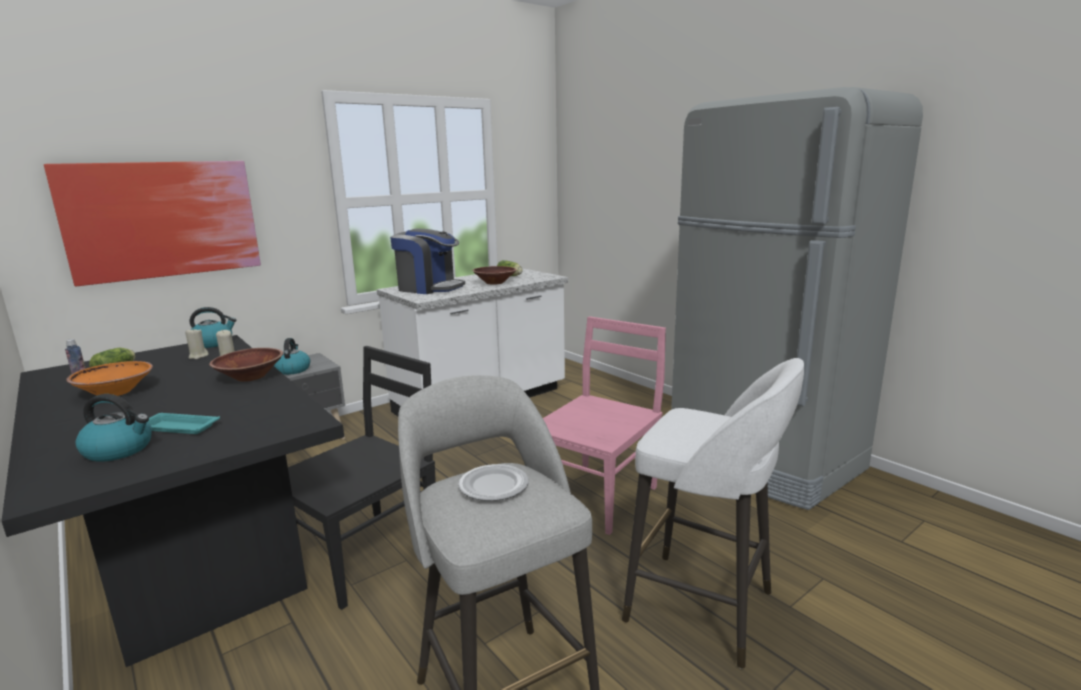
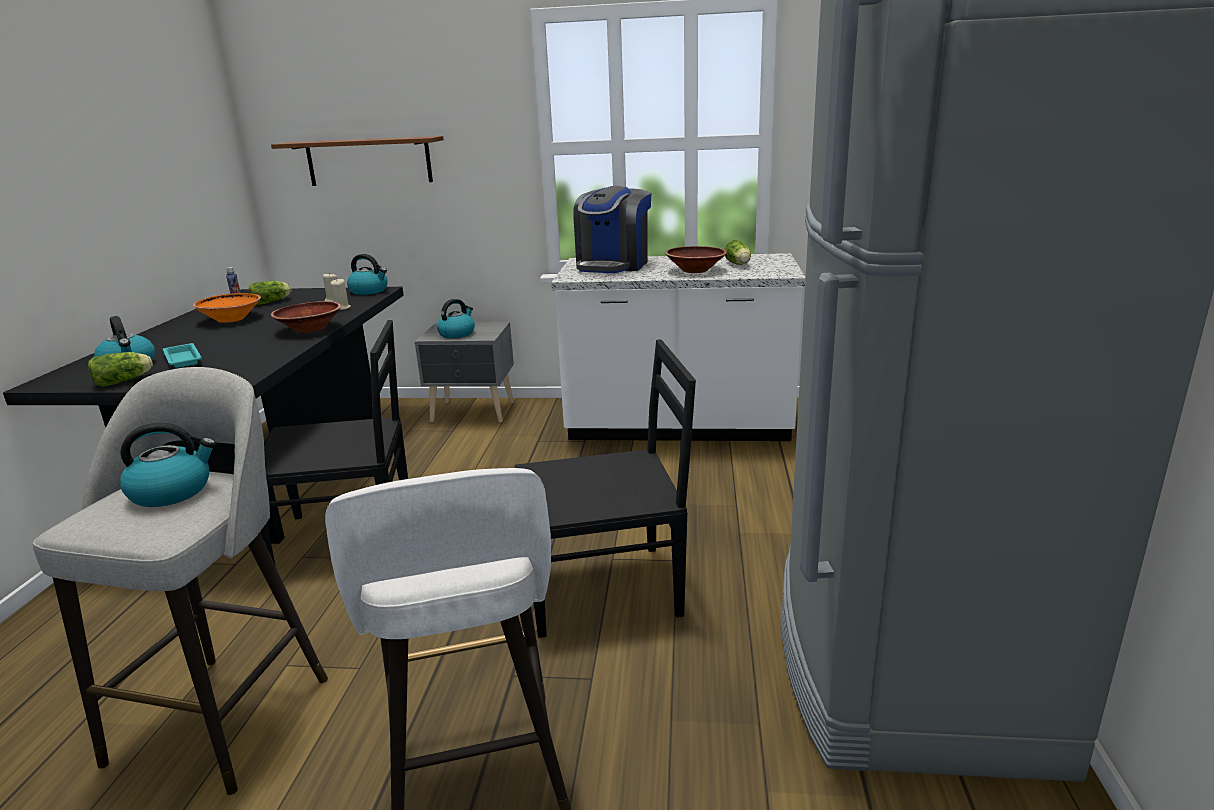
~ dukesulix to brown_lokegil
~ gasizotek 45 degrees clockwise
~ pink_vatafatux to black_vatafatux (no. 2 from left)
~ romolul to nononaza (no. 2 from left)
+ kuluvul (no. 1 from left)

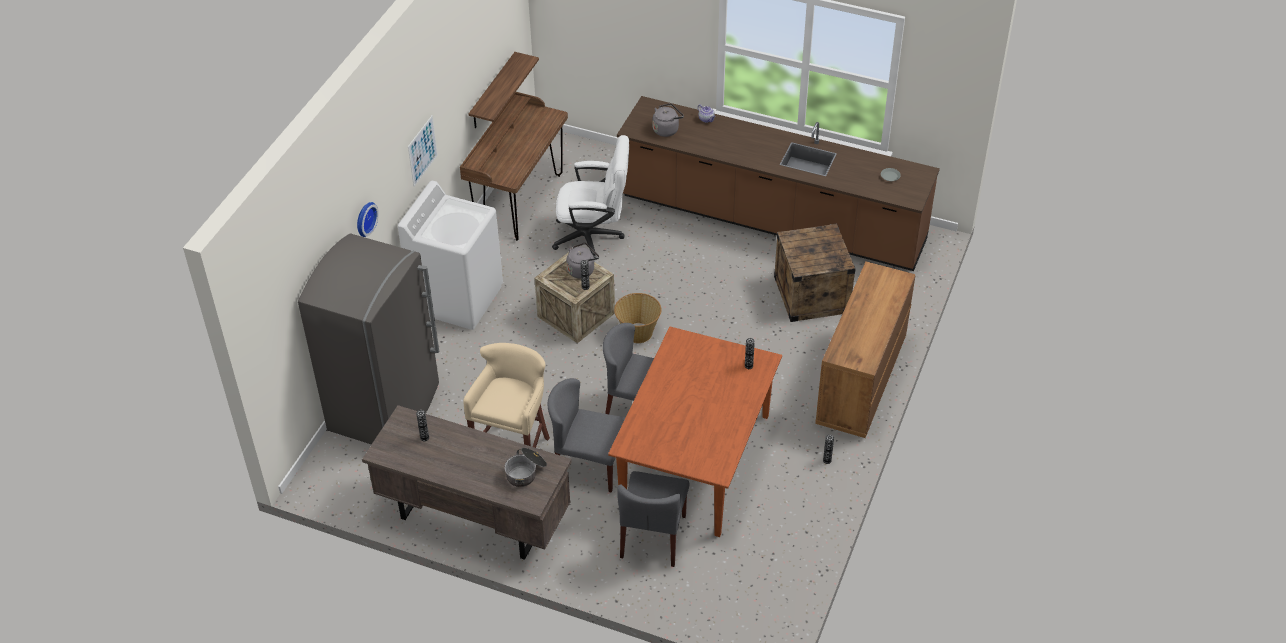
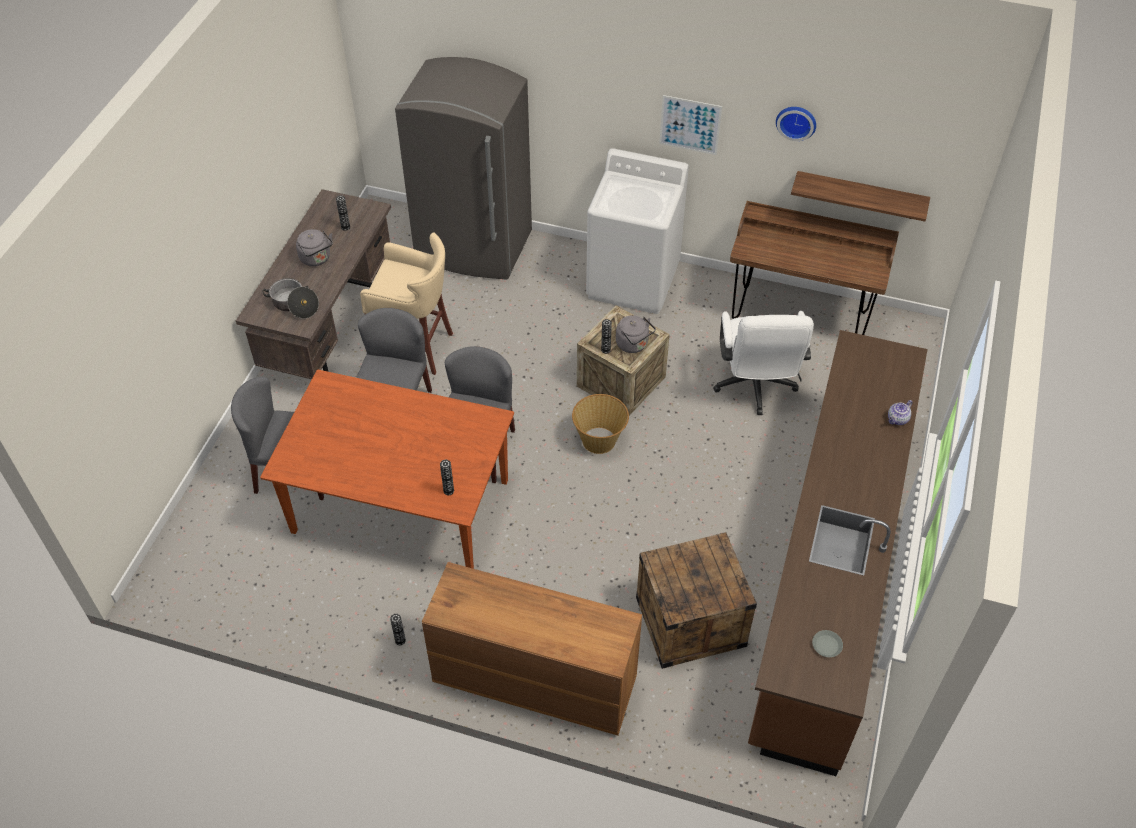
~ grey_nononaza (no. 2 from left in the first image) to grey_nononaza (no. 1 from left)
~ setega

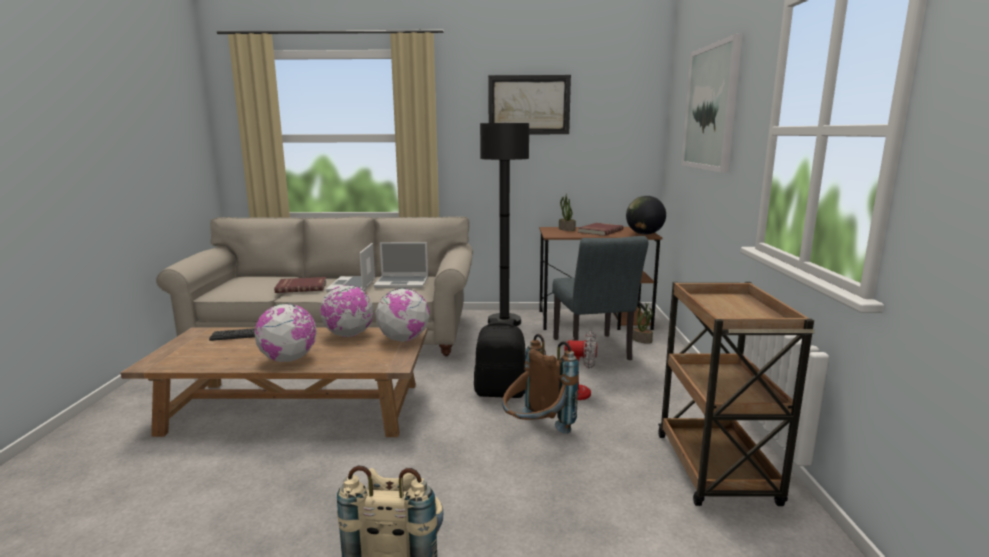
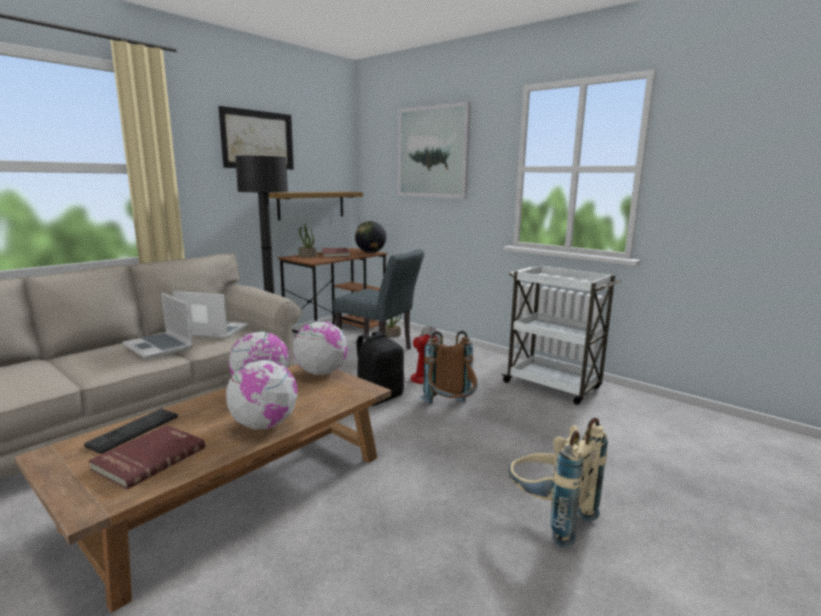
~ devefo (no. 2 from left) 120 degrees counterclockwise
~ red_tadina (no. 1 from left)
~ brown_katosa to white_katosa
+ lokegil

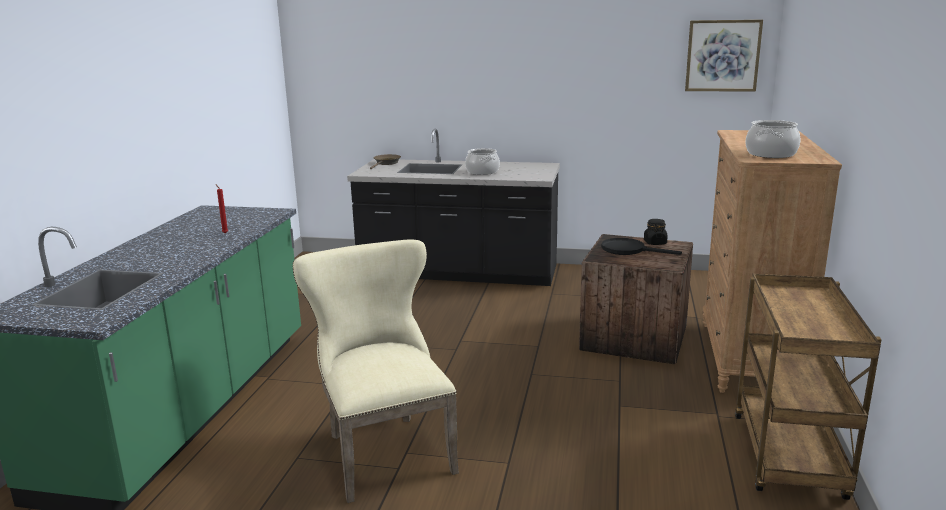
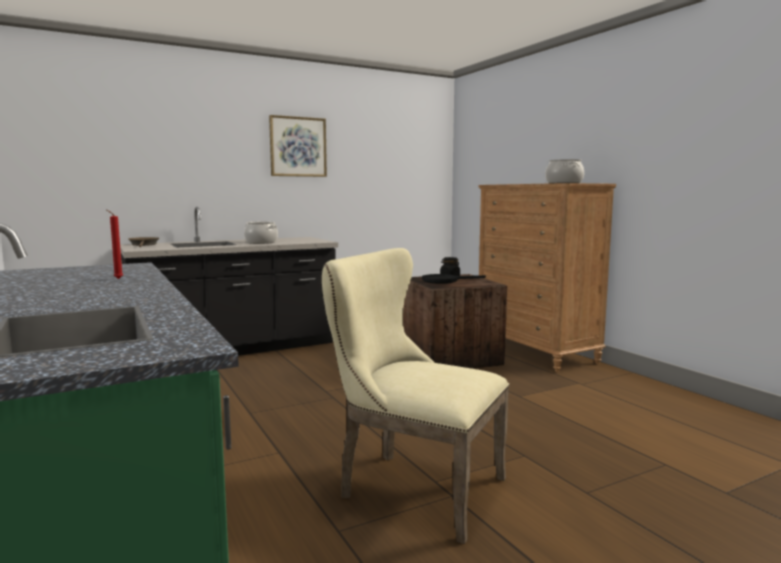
~ dukesulix
- brown_katosa

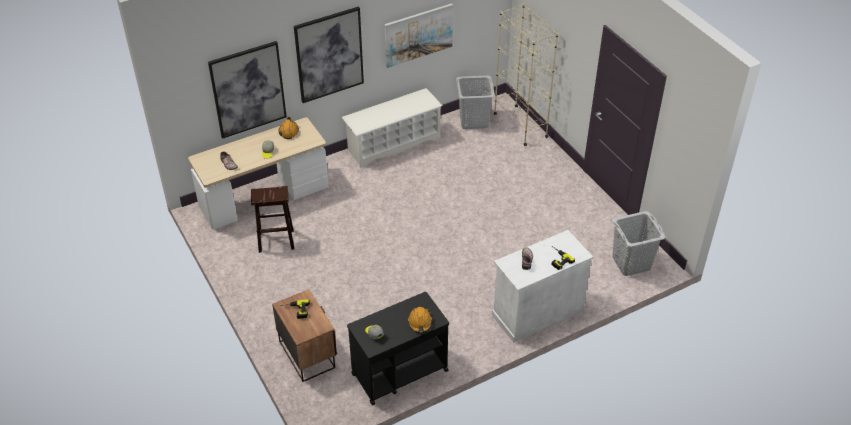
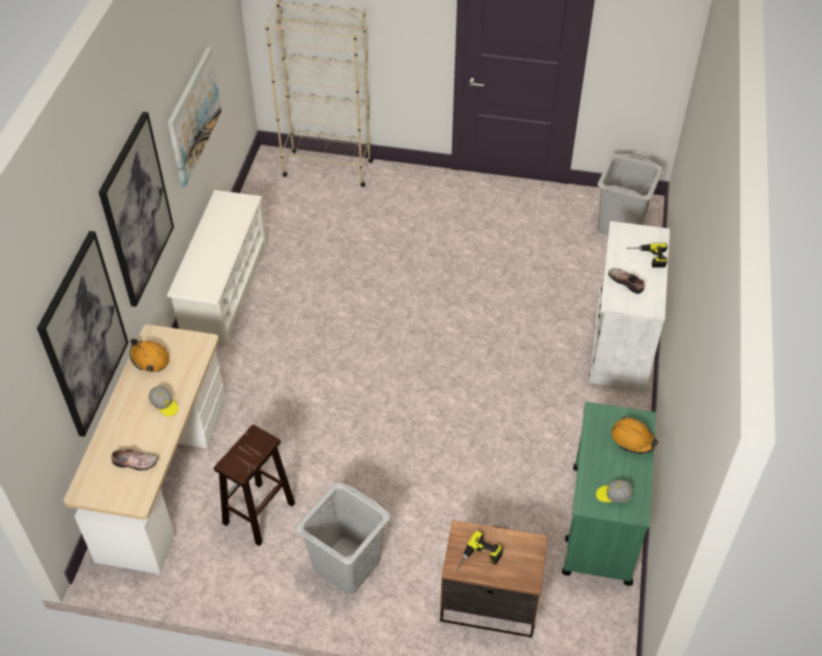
~ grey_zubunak (no. 1 from left)
~ black_katosa to green_katosa

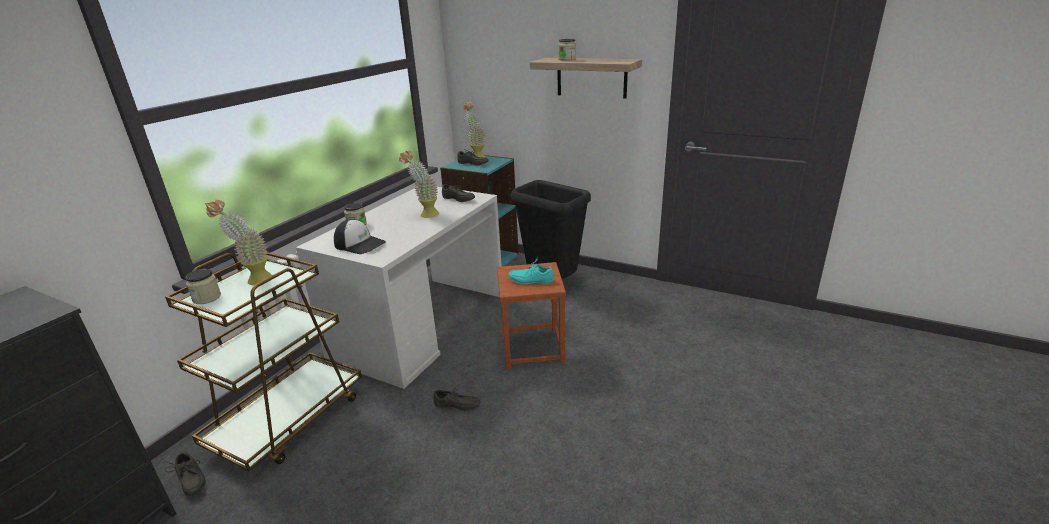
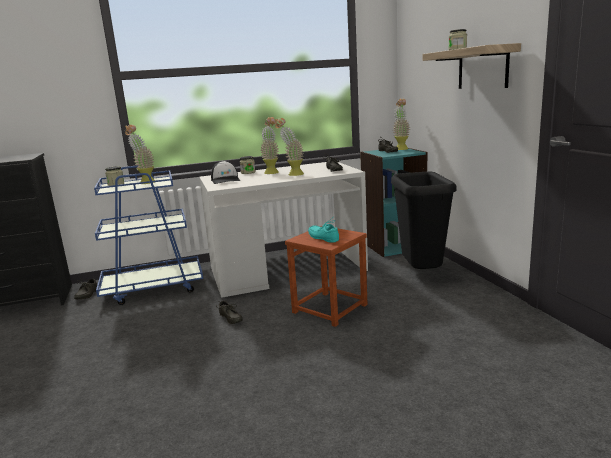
~ brown_katosa to blue_katosa
+ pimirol (no. 2 from left)

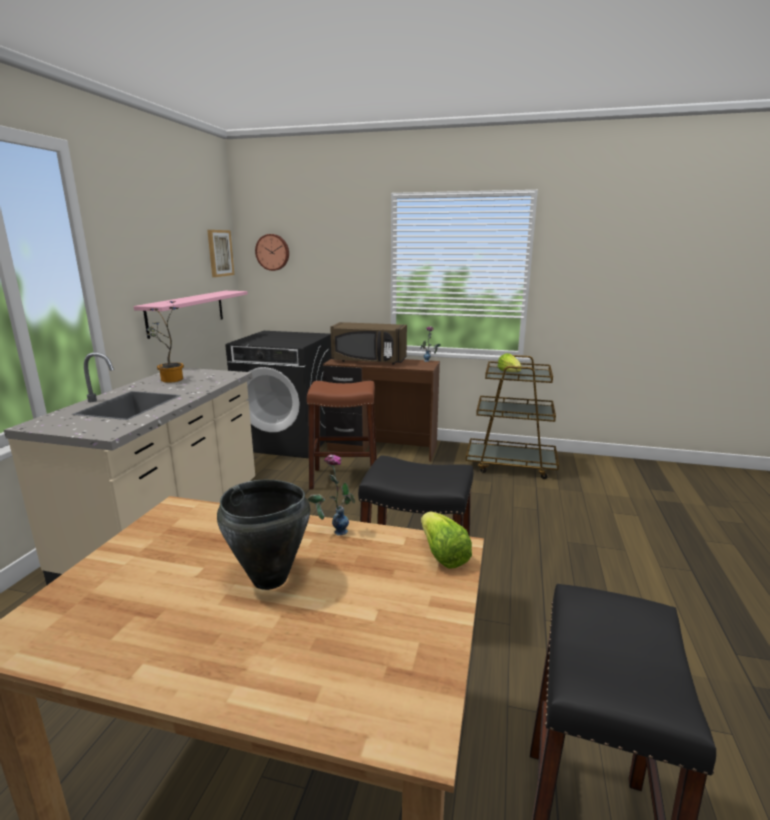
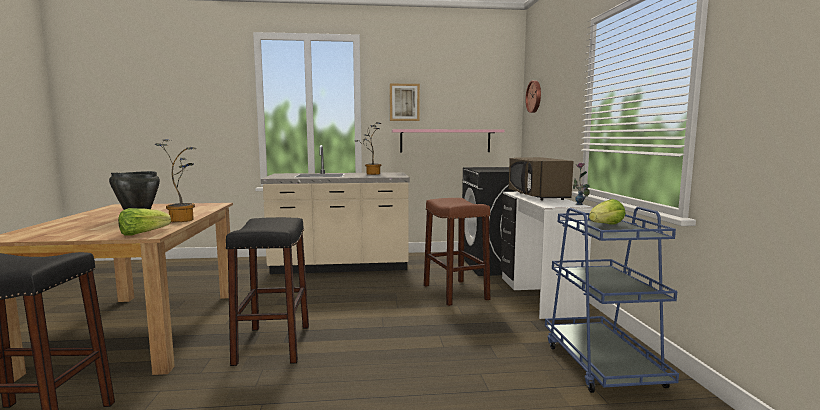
~ dukesulix
~ brown_katosa to blue_katosa
~ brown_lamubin to white_lamubin
~ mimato (no. 1 from left) to pimirol (no. 1 from left)

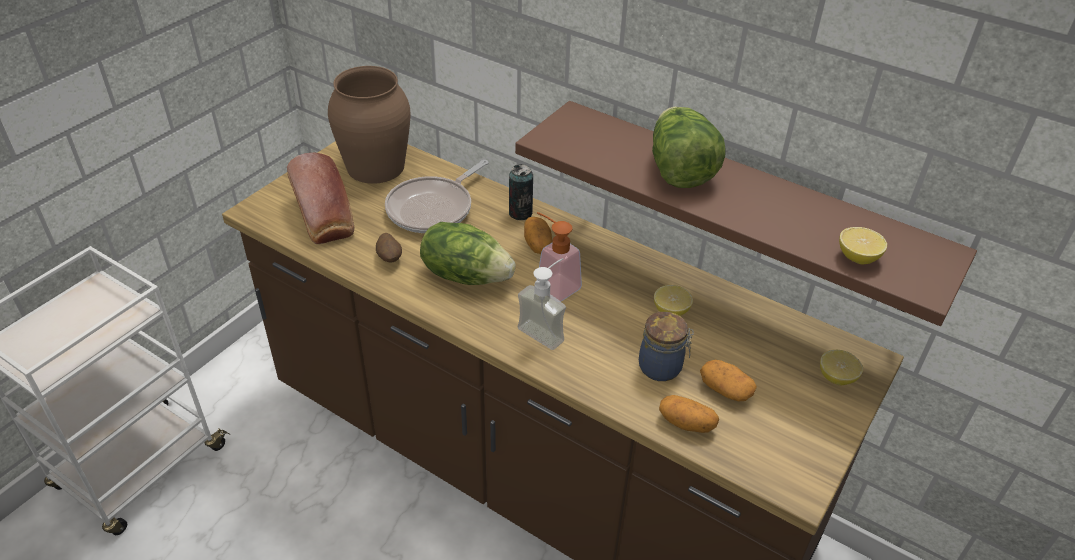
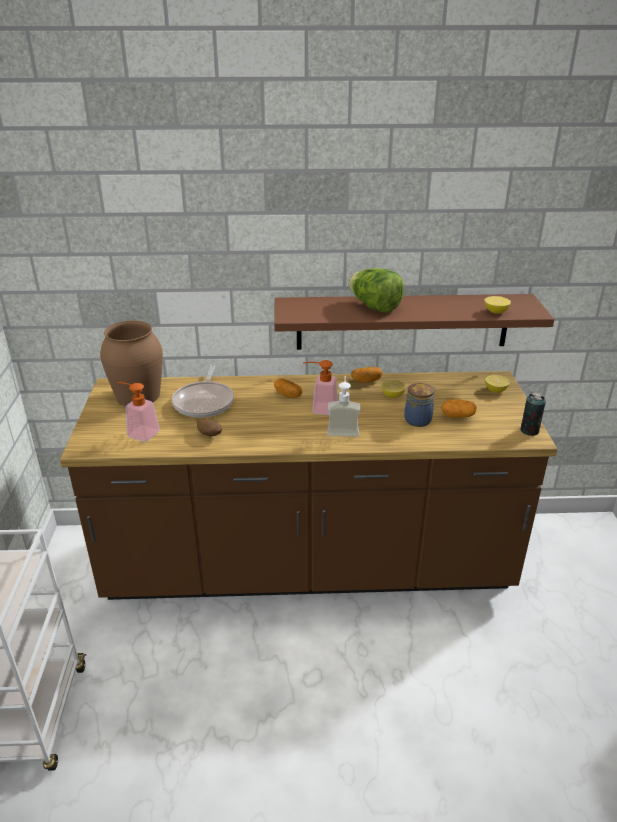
~ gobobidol to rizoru (no. 1 from left)
~ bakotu
- kuluvul (no. 1 from left)
~ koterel (no. 3 from left)

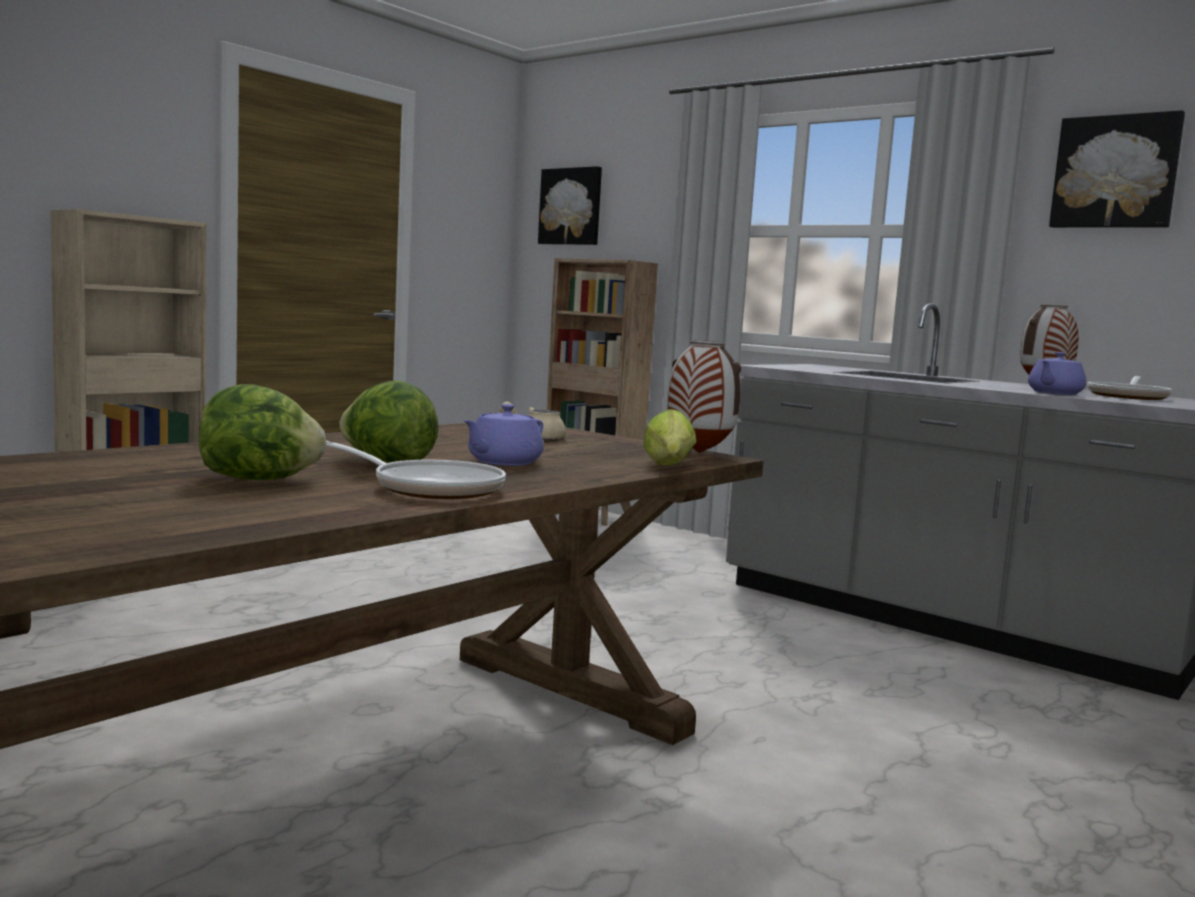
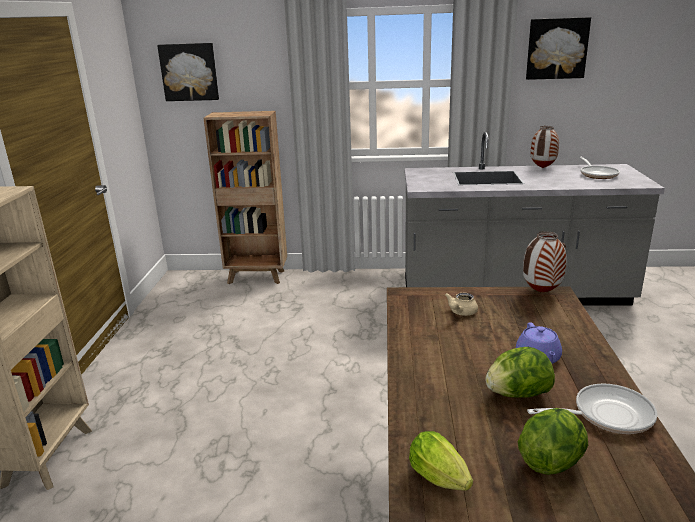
- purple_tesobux (no. 2 from left)
~ kuluvul (no. 3 from left in the first image) to kuluvul (no. 1 from left)

